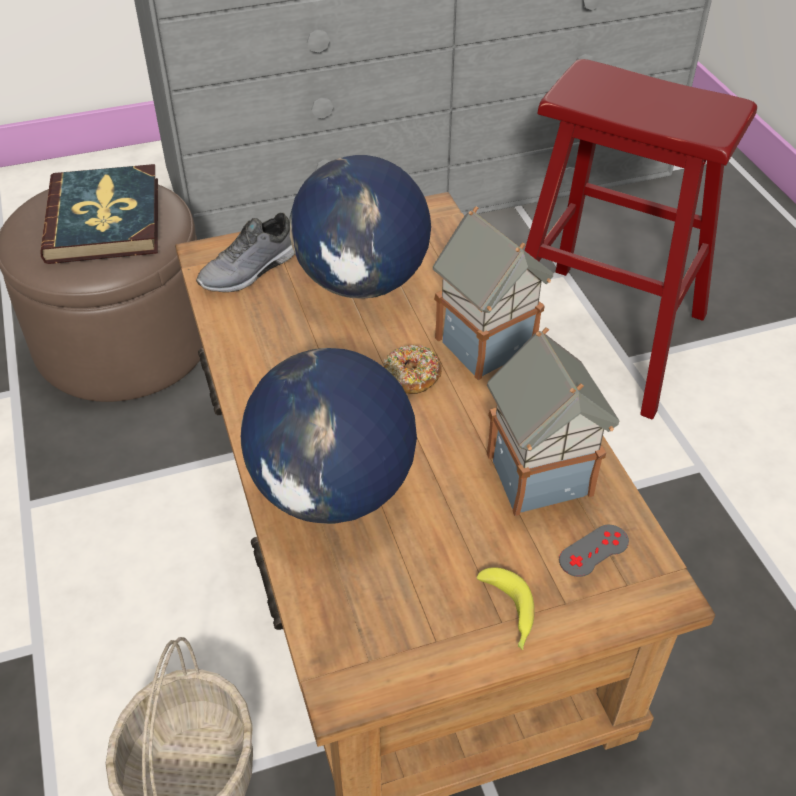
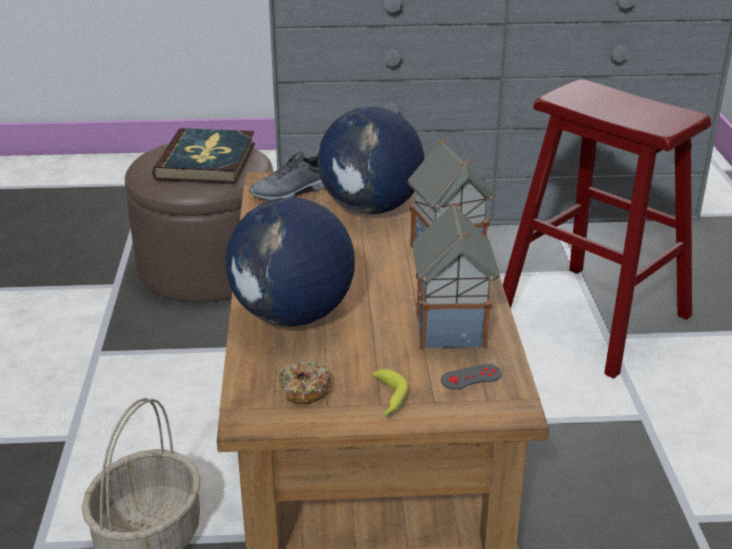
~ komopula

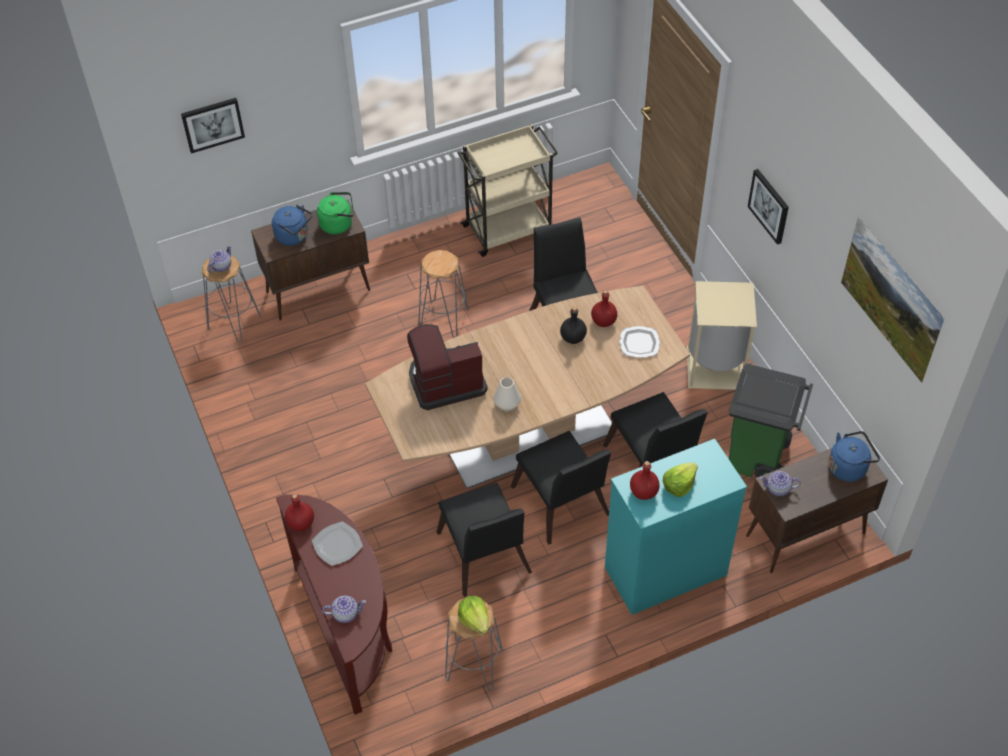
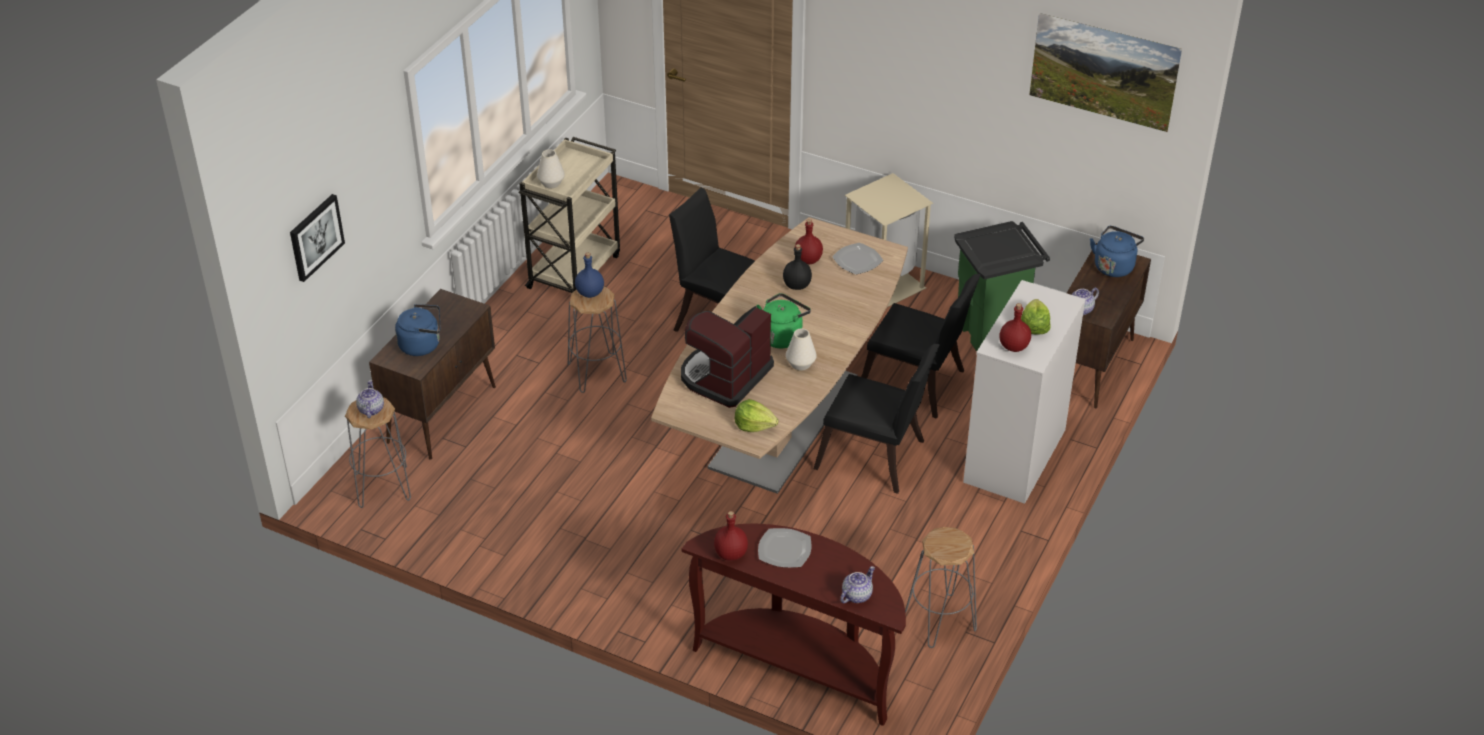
- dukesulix (no. 2 from left)
~ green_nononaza
~ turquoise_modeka to white_modeka
- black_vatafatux (no. 1 from left)
~ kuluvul (no. 1 from left)
+ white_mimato (no. 1 from left)
+ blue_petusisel

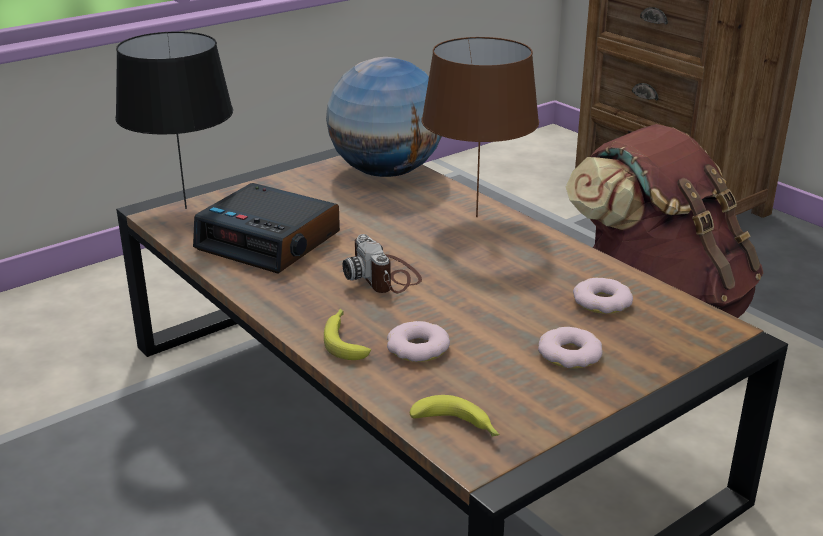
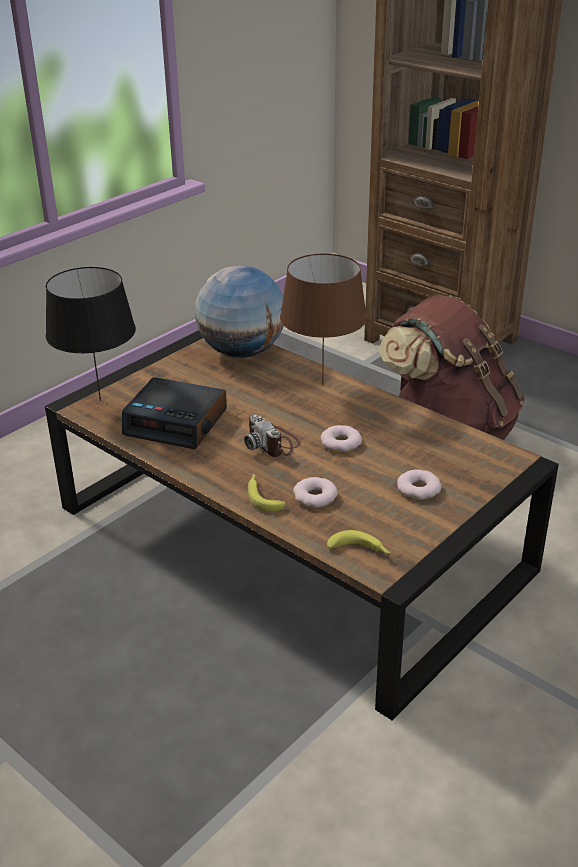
~ komopula (no. 3 from left in the first image) to komopula (no. 2 from left)

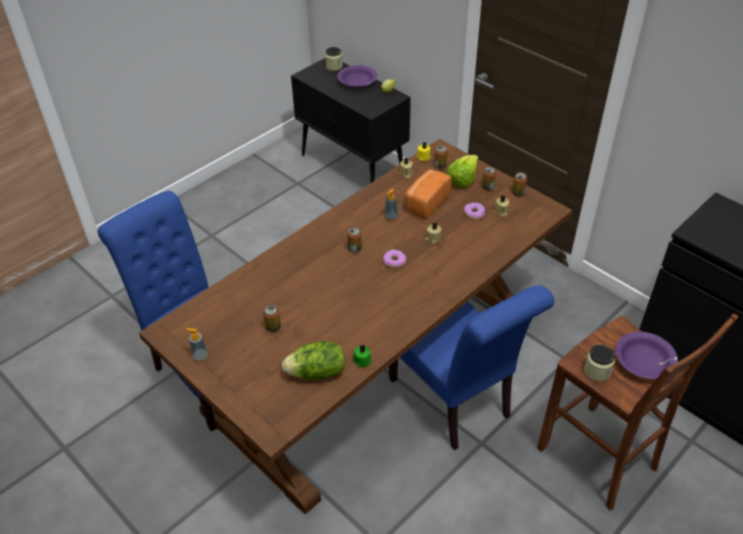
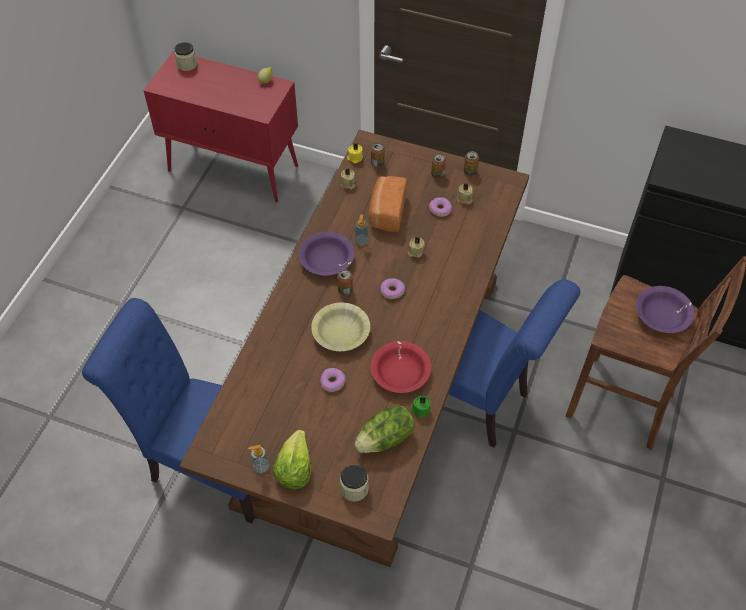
~ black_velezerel (no. 1 from left) to red_velezerel
~ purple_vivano (no. 1 from left)
~ kuluvul (no. 2 from left in the first image) to kuluvul (no. 1 from left)
- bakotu (no. 1 from left)
~ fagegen (no. 2 from left)
+ yellow_vivano
+ red_vivano
+ komopula (no. 1 from left)

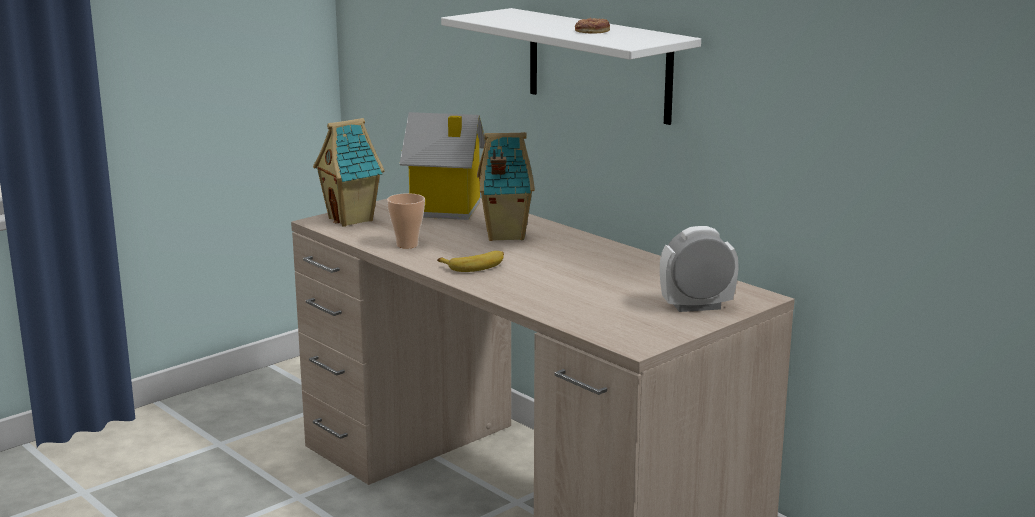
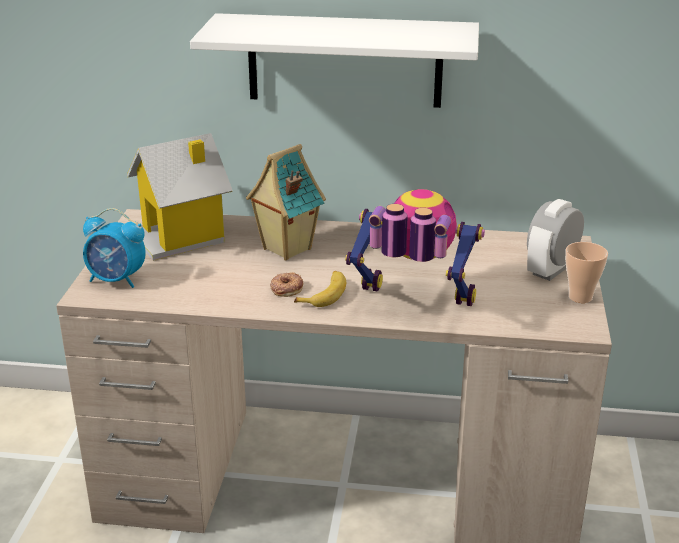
~ komopula
~ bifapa (no. 1 from left) to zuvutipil (no. 1 from left)
~ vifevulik
+ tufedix

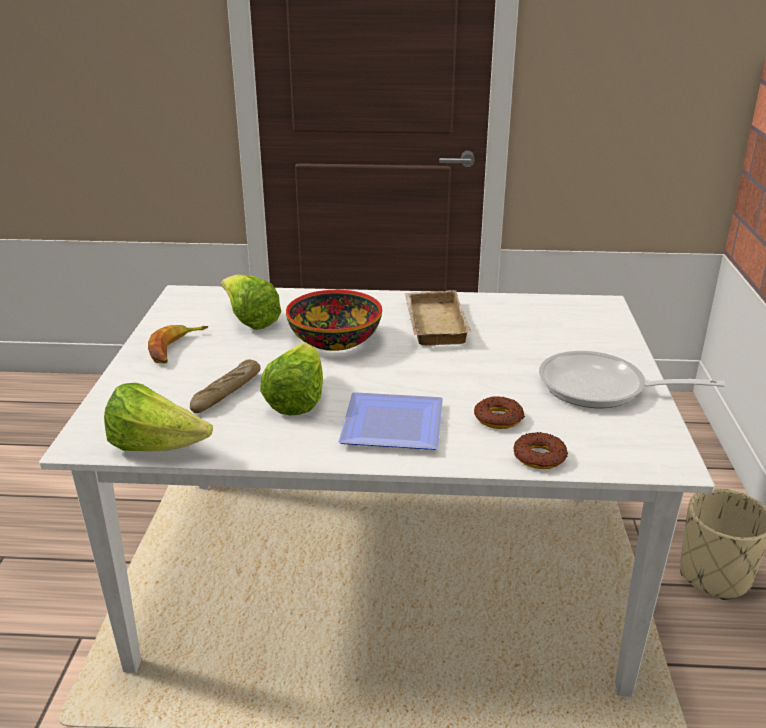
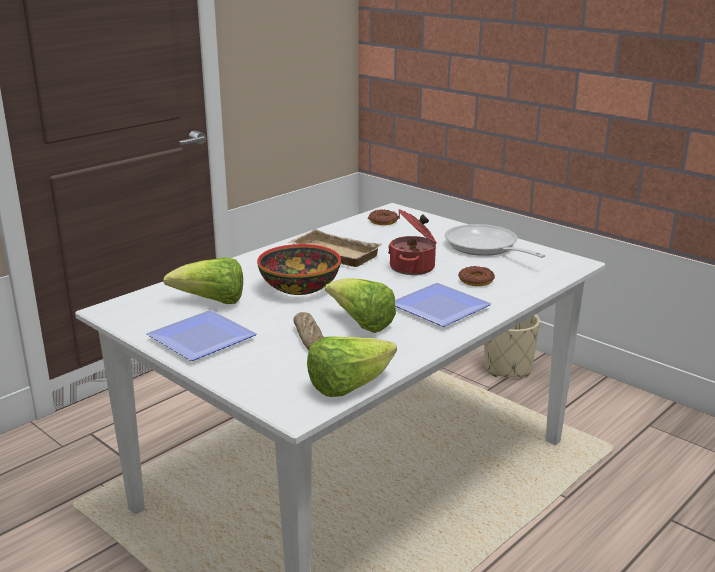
~ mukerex to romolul (no. 1 from left)
~ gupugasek 90 degrees clockwise
~ komopula (no. 2 from left in the first image) to komopula (no. 1 from left)
+ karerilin

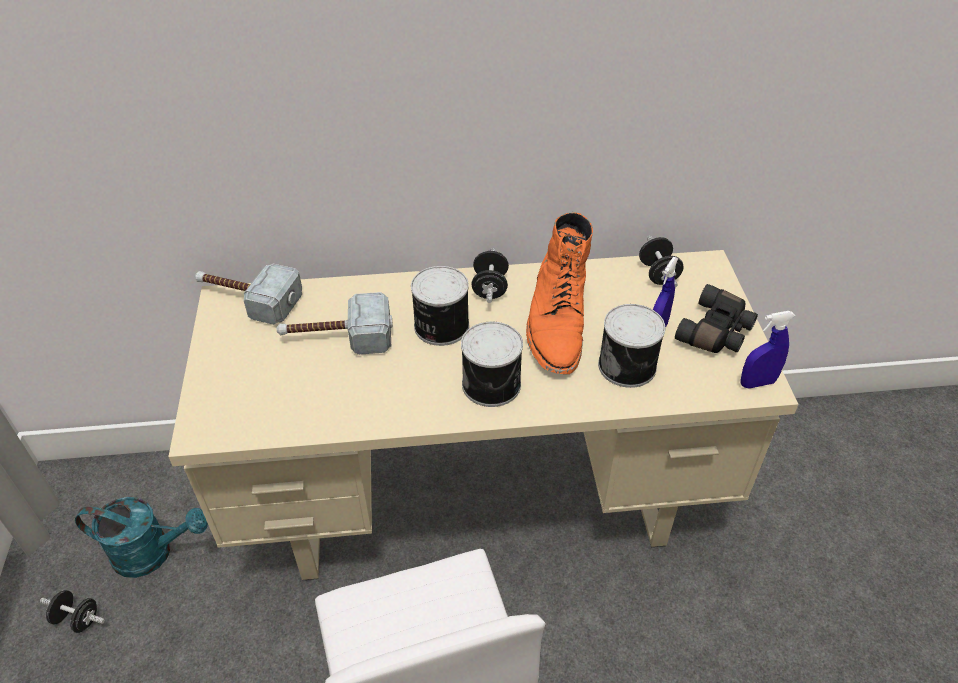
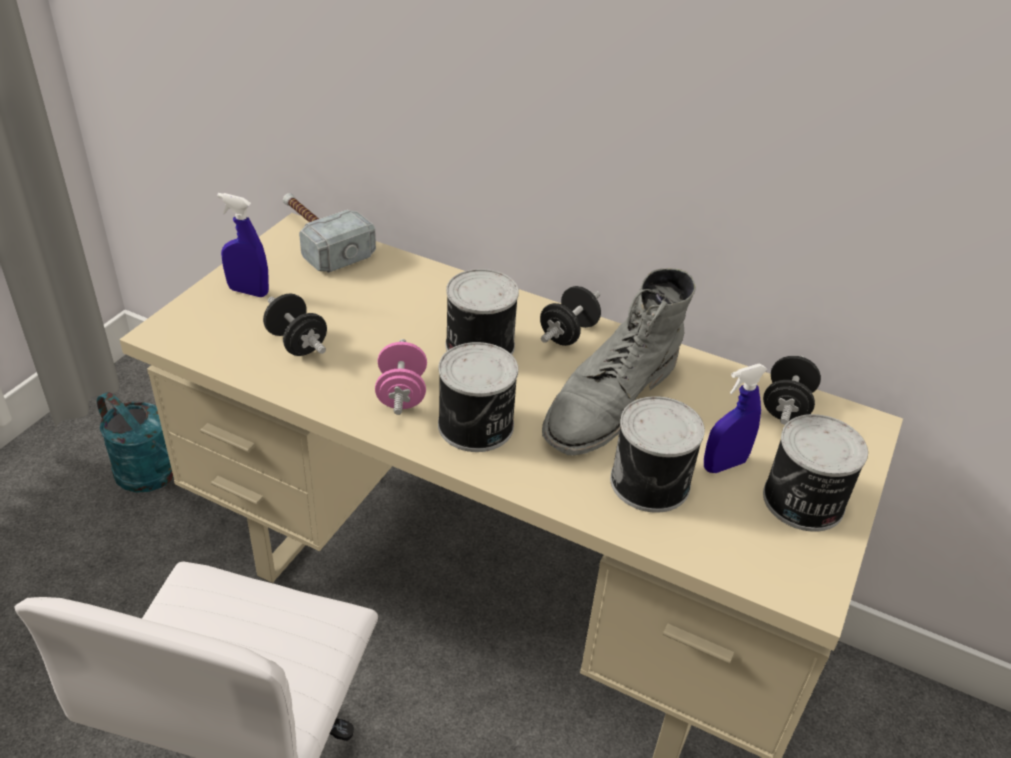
~ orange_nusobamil to grey_nusobamil
~ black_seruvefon to bakotu (no. 4 from left)
- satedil (no. 2 from left)
~ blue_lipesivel (no. 2 from left in the first image) to blue_lipesivel (no. 1 from left)
~ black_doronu (no. 1 from left)
+ pink_doronu

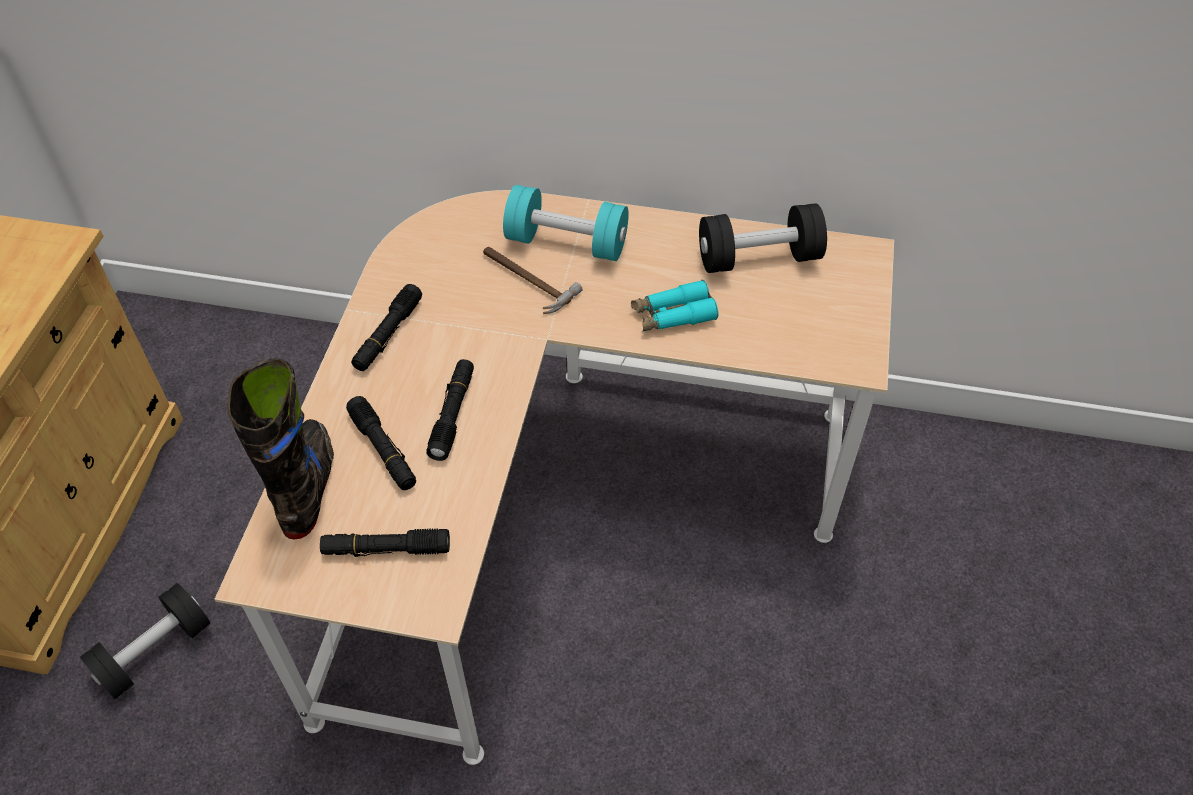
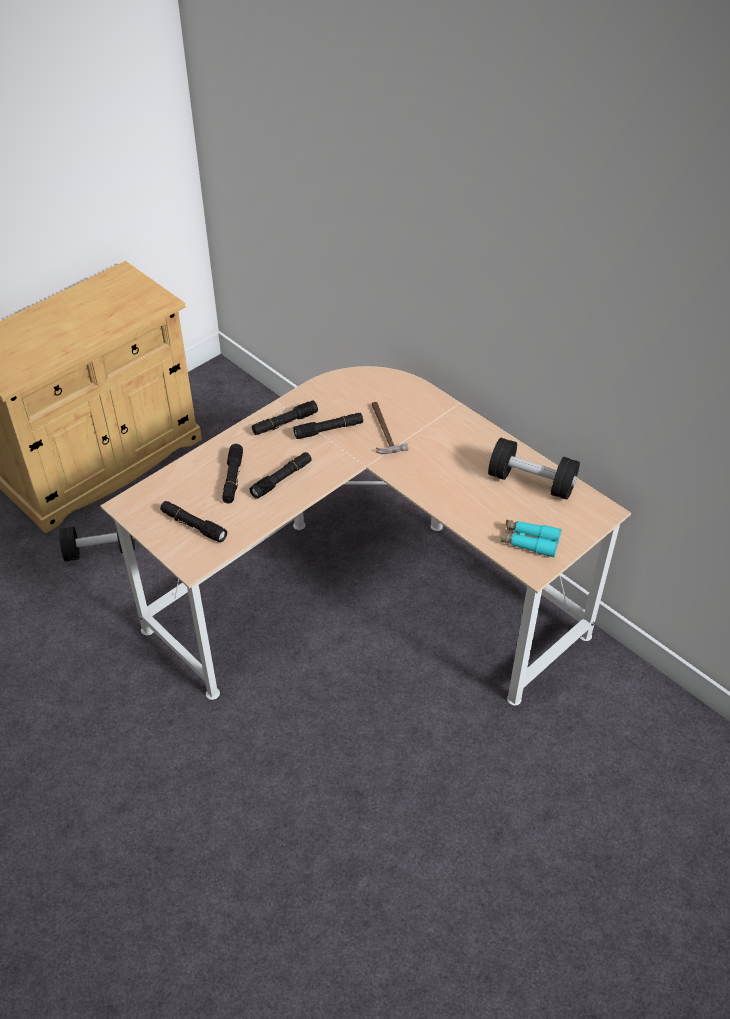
- turquoise_doronu
~ turquoise_seruvefon
- black_nusobamil
+ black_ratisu (no. 5 from left)

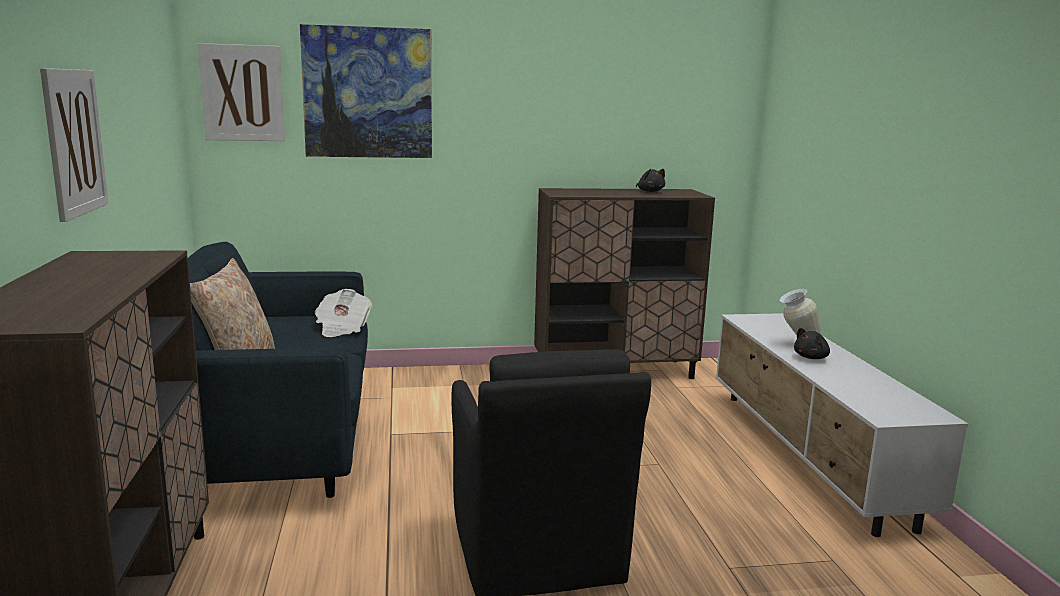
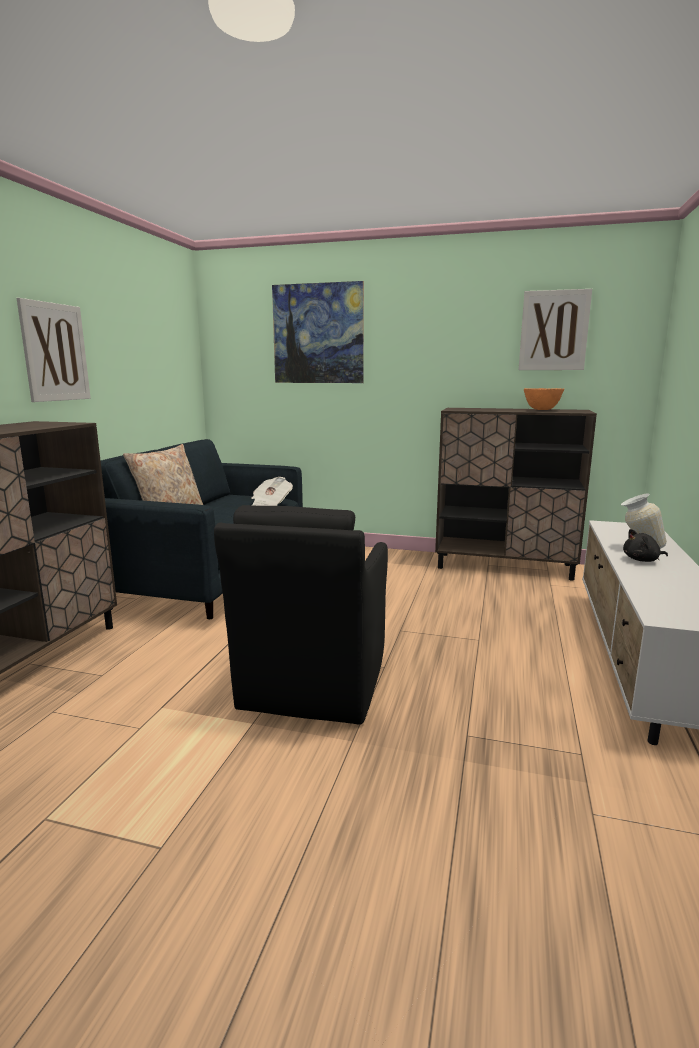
~ dukesulix (no. 2 from left in the first image) to dukesulix (no. 3 from left)
~ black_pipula (no. 1 from left) to orange_vivano

